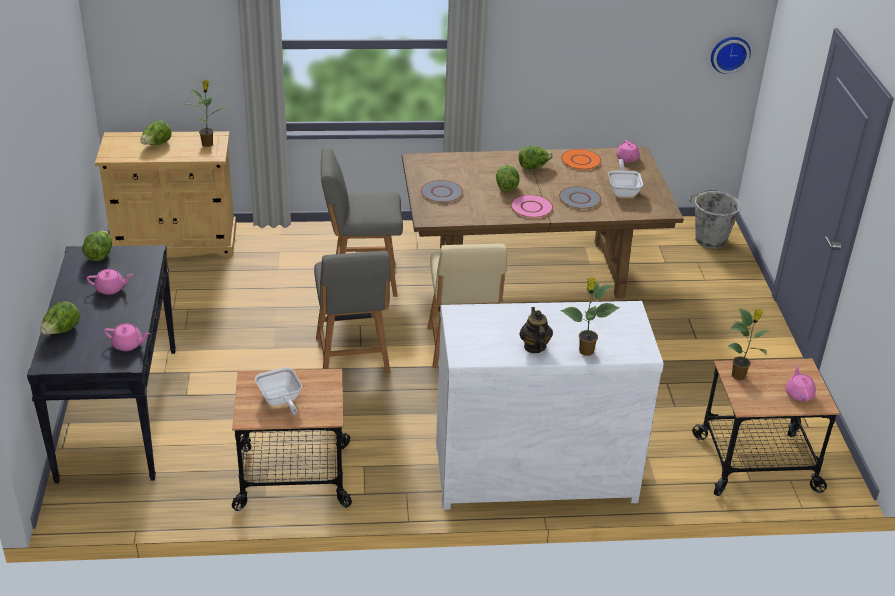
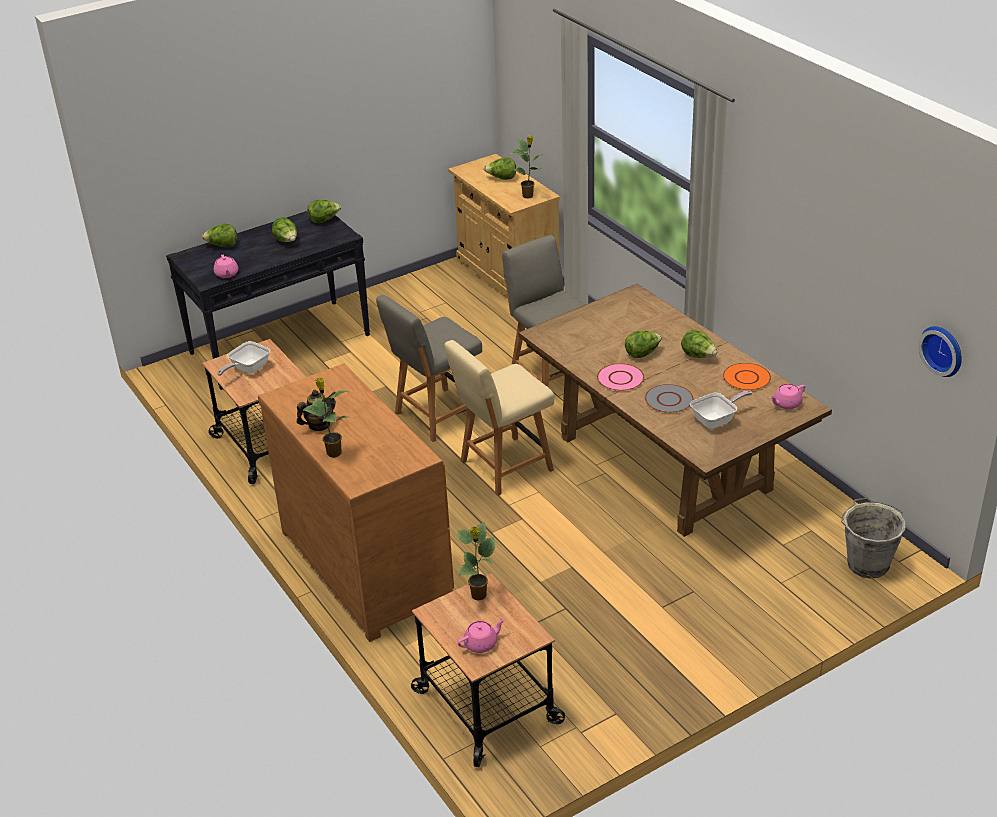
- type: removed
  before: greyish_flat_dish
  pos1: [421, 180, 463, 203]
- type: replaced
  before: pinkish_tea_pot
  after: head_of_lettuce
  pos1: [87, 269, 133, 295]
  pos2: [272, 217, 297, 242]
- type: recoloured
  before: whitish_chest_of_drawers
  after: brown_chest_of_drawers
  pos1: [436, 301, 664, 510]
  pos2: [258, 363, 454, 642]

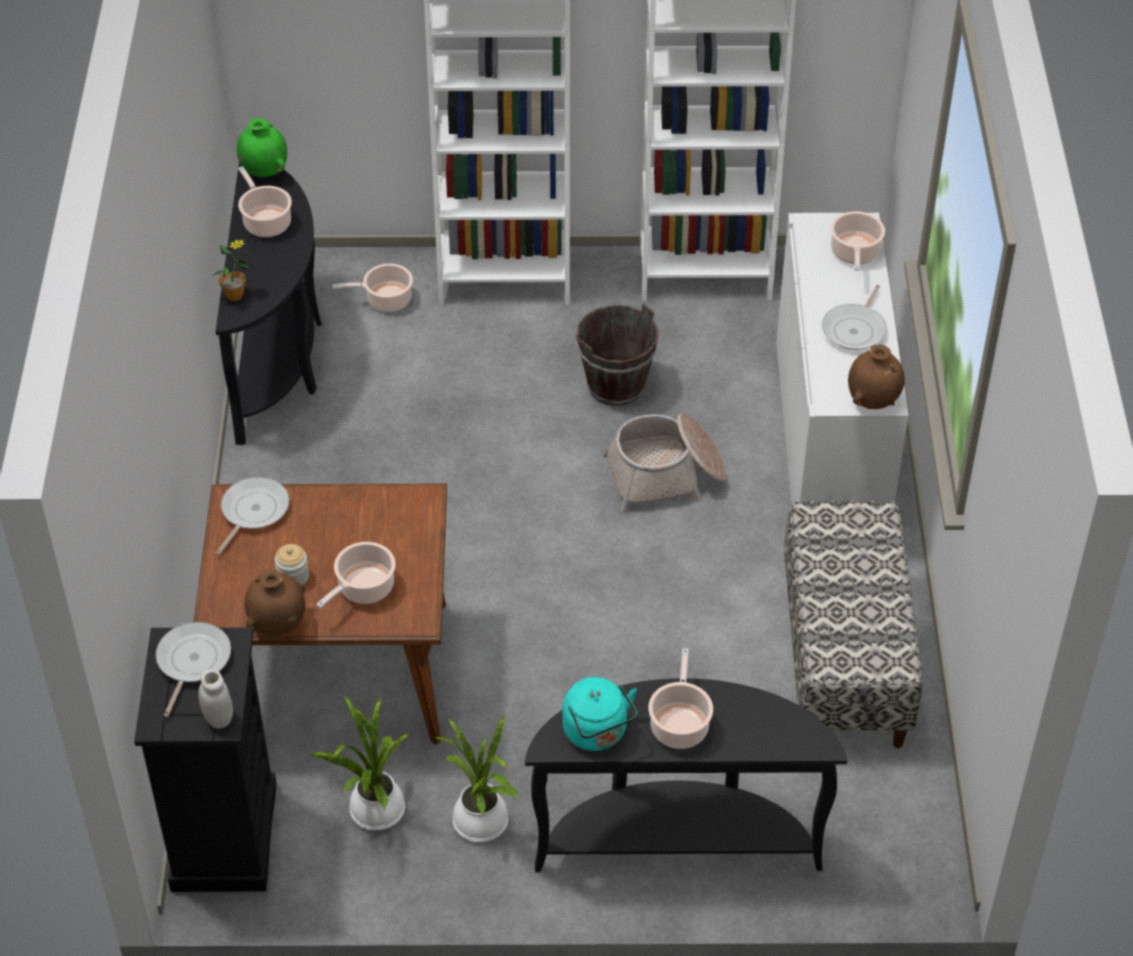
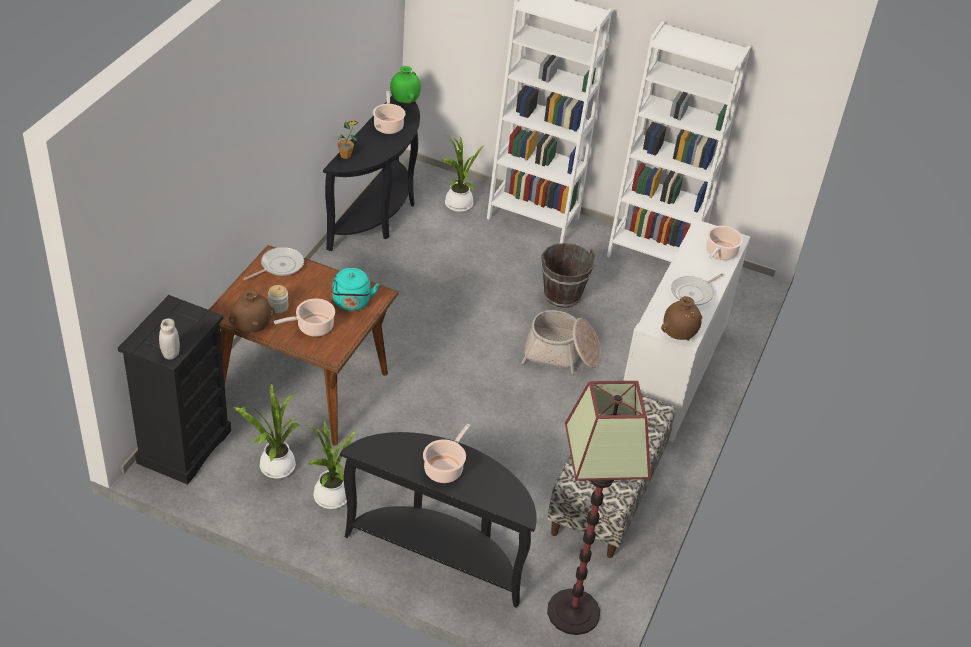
- type: replaced
  before: cooking_pot
  after: plant_in_a_pot
  pos1: [332, 264, 413, 312]
  pos2: [441, 135, 485, 212]
- type: removed
  before: frying_pan
  pos1: [156, 622, 231, 717]
- type: moved
  before: turquoise_water_kettle
  pos1: [562, 677, 637, 751]
  pos2: [332, 268, 379, 311]
- type: added
  after: standard_lamp
  pos2: [547, 381, 651, 635]

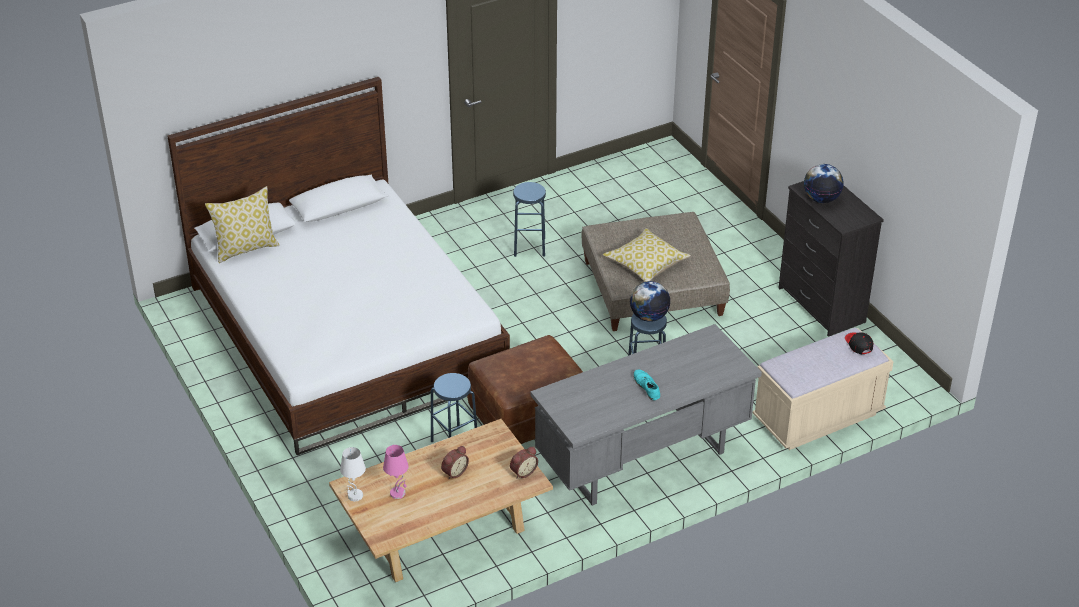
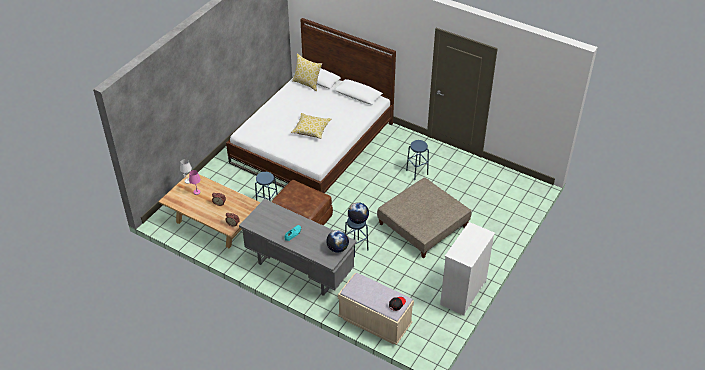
- type: moved
  before: globe
  pos1: [804, 164, 844, 203]
  pos2: [326, 230, 349, 253]
- type: recoloured
  before: black-coloured_chest_of_drawers
  after: whitish_chest_of_drawers
  pos1: [779, 181, 884, 337]
  pos2: [440, 222, 495, 316]
- type: moved
  before: cushion
  pos1: [603, 228, 691, 282]
  pos2: [291, 113, 331, 139]

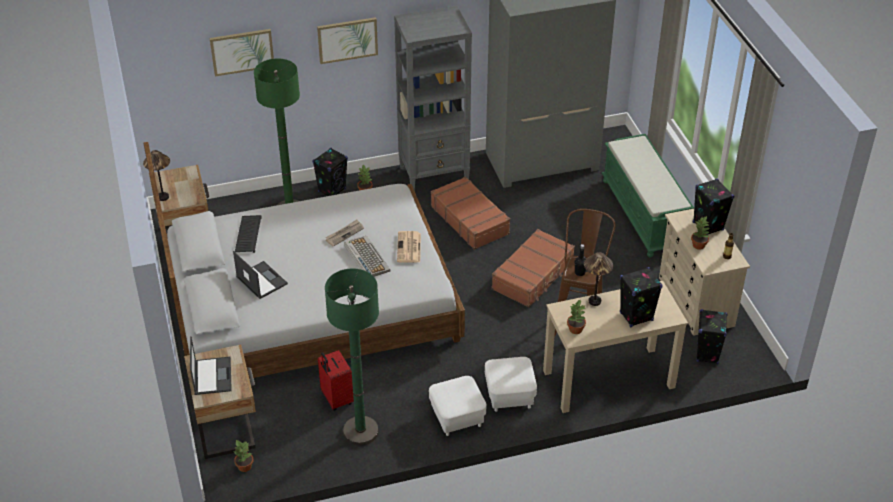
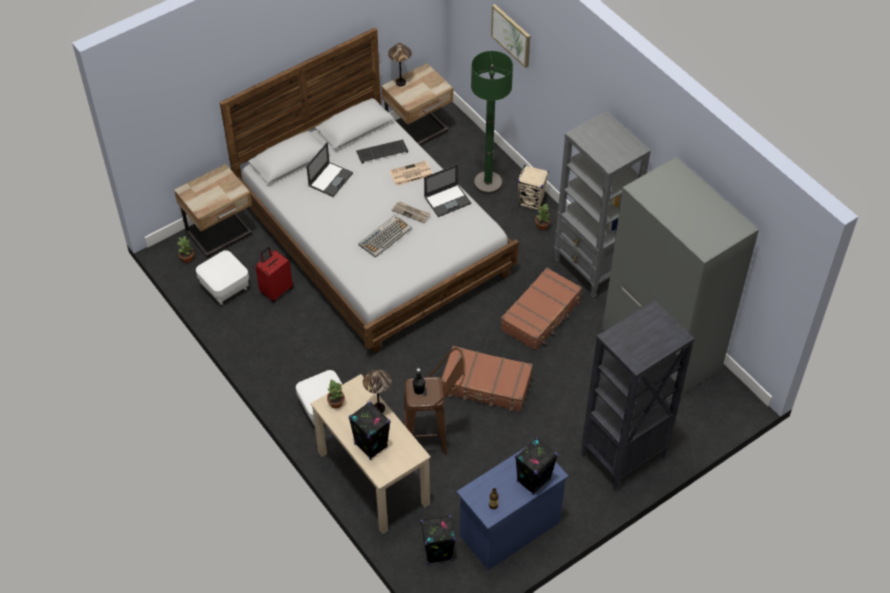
- type: removed
  before: picture
  pos1: [317, 17, 378, 64]
- type: replaced
  before: green-coloured_indoor_bench
  after: black-coloured_shelving_unit
  pos1: [602, 134, 694, 257]
  pos2: [581, 300, 694, 491]
- type: recoloured
  before: black-coloured_audio_speaker
  after: beige-coloured_audio_speaker
  pos1: [313, 148, 348, 196]
  pos2: [518, 165, 549, 211]
- type: recoloured
  before: beige-coloured_chest_of_drawers
  after: blue_chest_of_drawers
  pos1: [659, 209, 750, 336]
  pos2: [457, 447, 569, 570]
- type: removed
  before: plant_in_a_pot
  pos1: [691, 216, 710, 250]
- type: moved
  before: daily_paper
  pos1: [397, 231, 421, 263]
  pos2: [389, 161, 433, 186]
- type: removed
  before: green-coloured_standard_lamp
  pos1: [325, 269, 379, 446]
- type: moved
  before: laptop
  pos1: [190, 336, 232, 395]
  pos2: [424, 164, 471, 217]
- type: moved
  before: whitish_ottoman
  pos1: [429, 376, 486, 436]
  pos2: [196, 250, 249, 305]

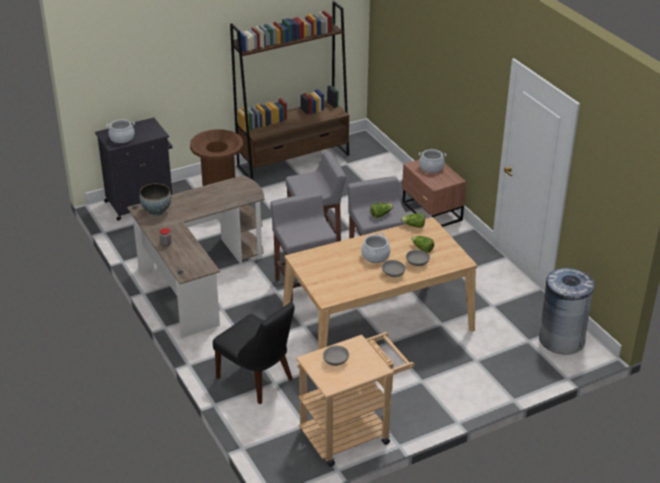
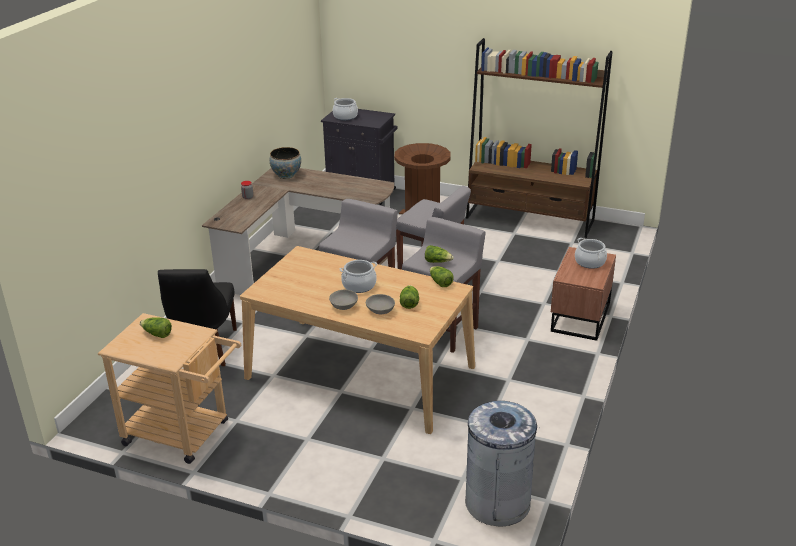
- type: replaced
  before: greyish_deep_dish
  after: head_of_lettuce
  pos1: [323, 346, 349, 366]
  pos2: [140, 317, 172, 338]

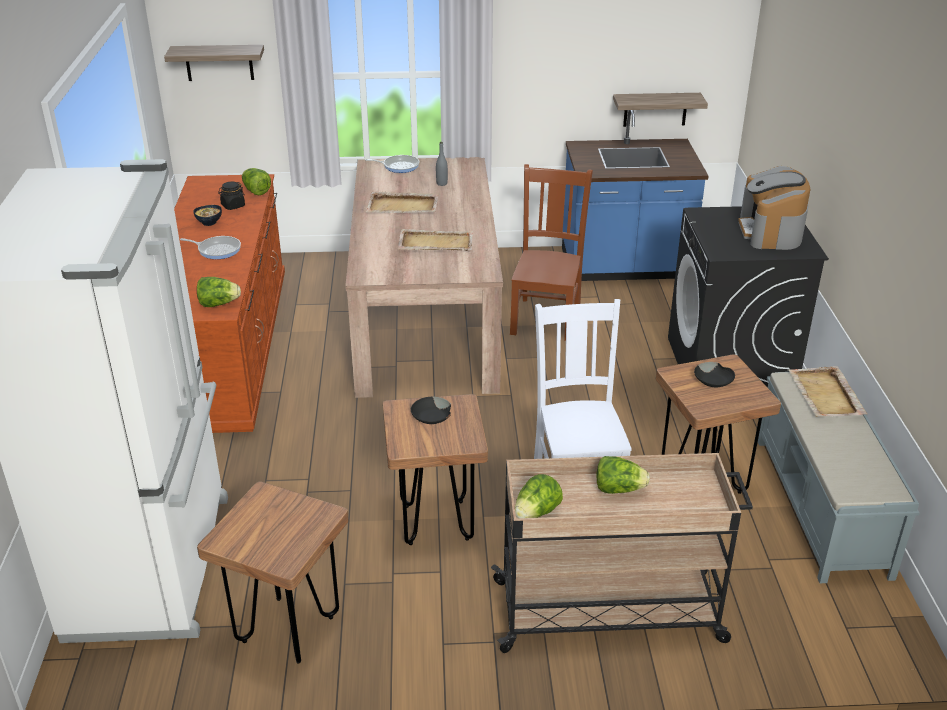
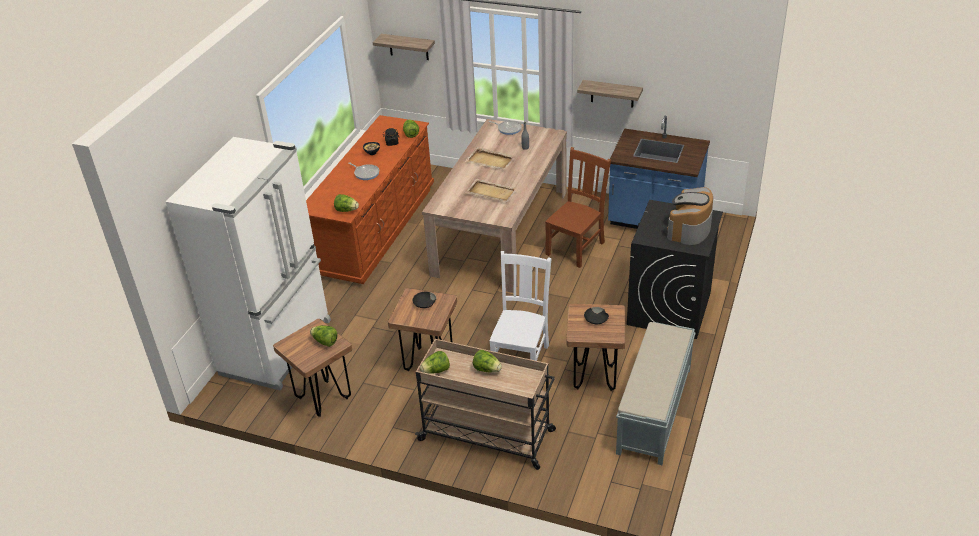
- type: moved
  before: wall_shelf
  pos1: [613, 93, 708, 127]
  pos2: [577, 80, 643, 108]
- type: removed
  before: beige-coloured_carrying_tray
  pos1: [788, 366, 867, 417]
- type: added
  after: head_of_lettuce
  pos2: [310, 325, 338, 347]

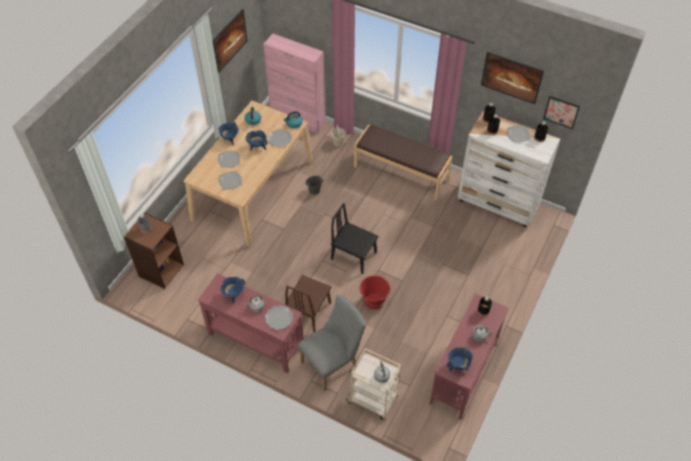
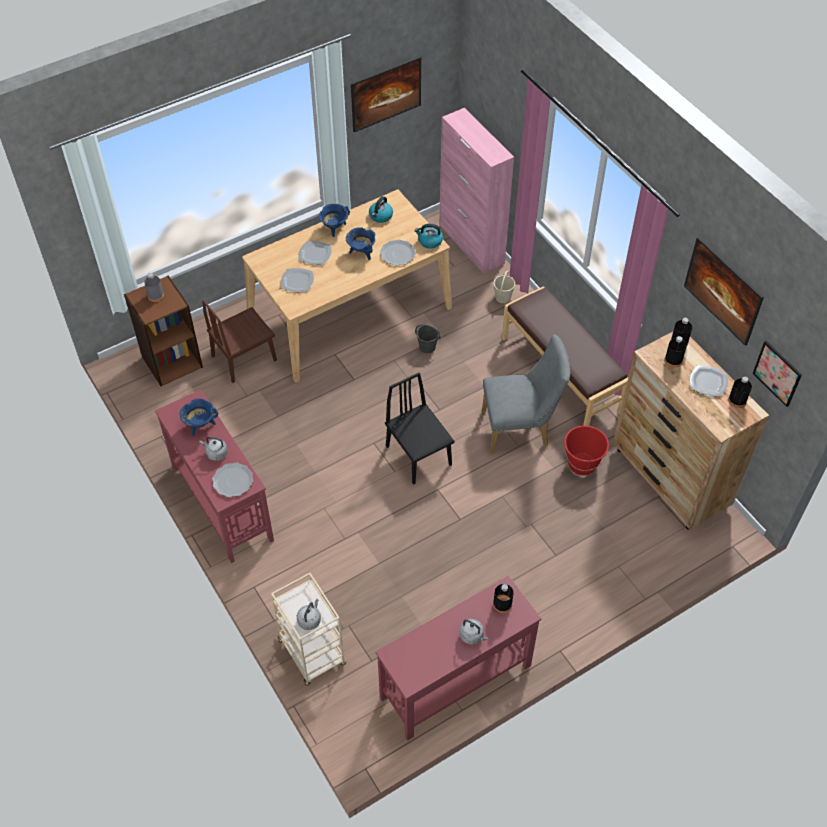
- type: recoloured
  before: whitish_chest_of_drawers
  after: brown_chest_of_drawers
  pos1: [457, 111, 560, 227]
  pos2: [613, 332, 769, 530]
- type: moved
  before: brown_plain_chair
  pos1: [284, 275, 332, 332]
  pos2: [202, 299, 277, 383]
- type: moved
  before: reddish_water_bucket
  pos1: [360, 275, 390, 309]
  pos2: [564, 426, 609, 475]
- type: moved
  before: greyish_plain_chair
  pos1: [298, 295, 366, 391]
  pos2: [482, 334, 571, 454]
- type: removed
  before: blue_cooking_pot
  pos1: [446, 347, 473, 371]

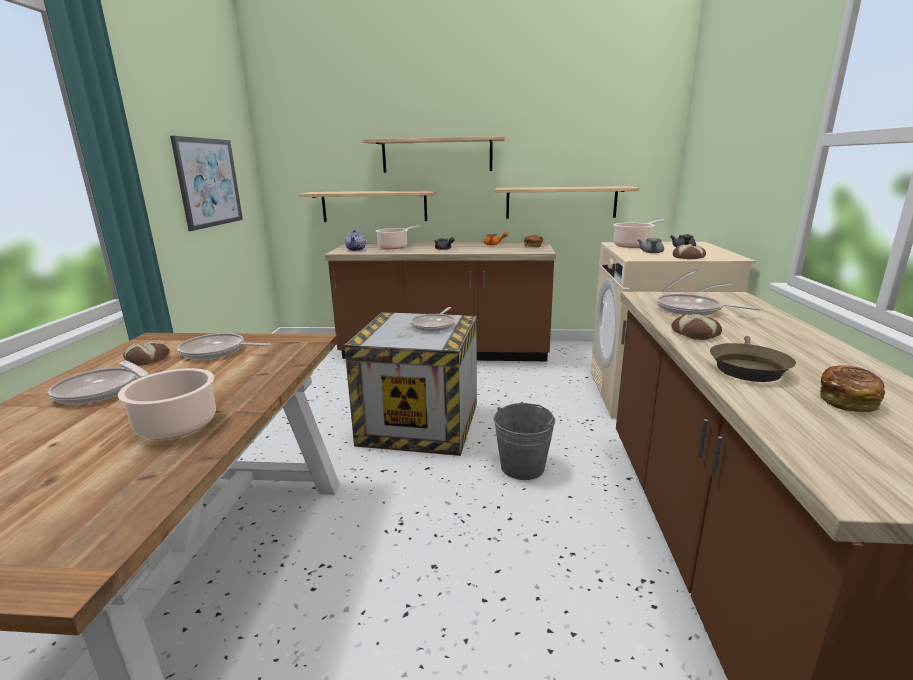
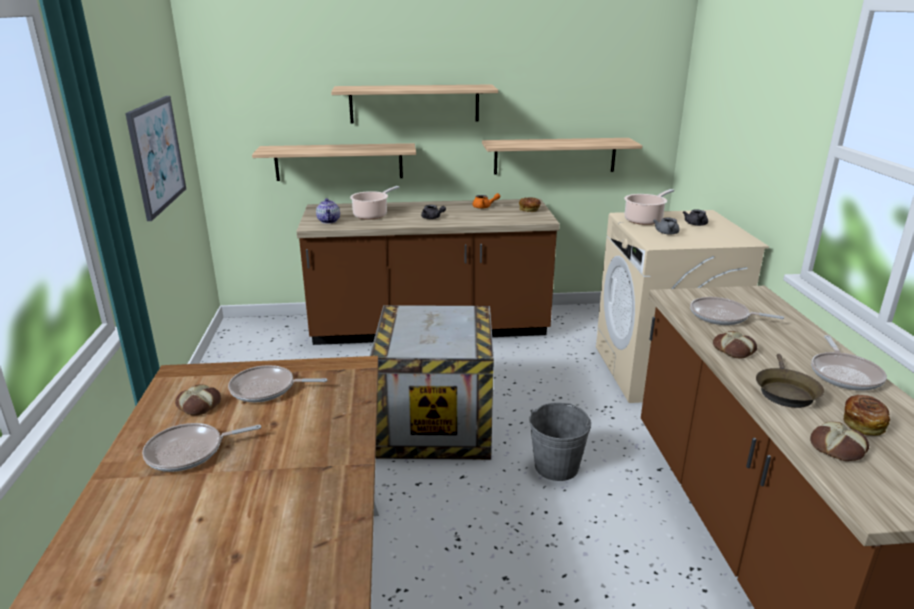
- type: moved
  before: bakery_bread
  pos1: [673, 244, 706, 259]
  pos2: [810, 422, 869, 461]
- type: moved
  before: frying_pan
  pos1: [411, 307, 455, 332]
  pos2: [811, 335, 887, 391]
- type: removed
  before: cooking_pot
  pos1: [118, 361, 216, 440]

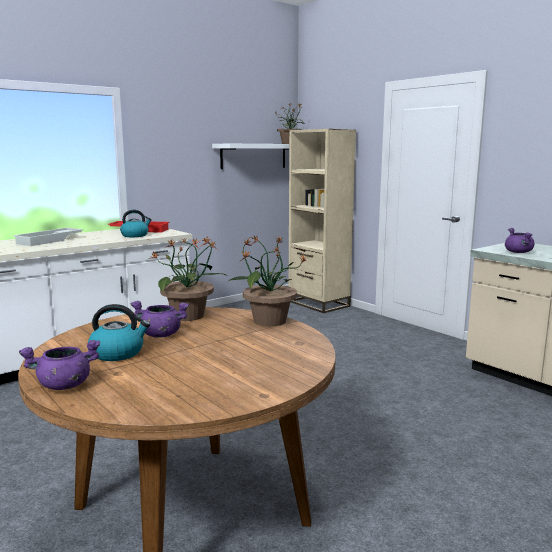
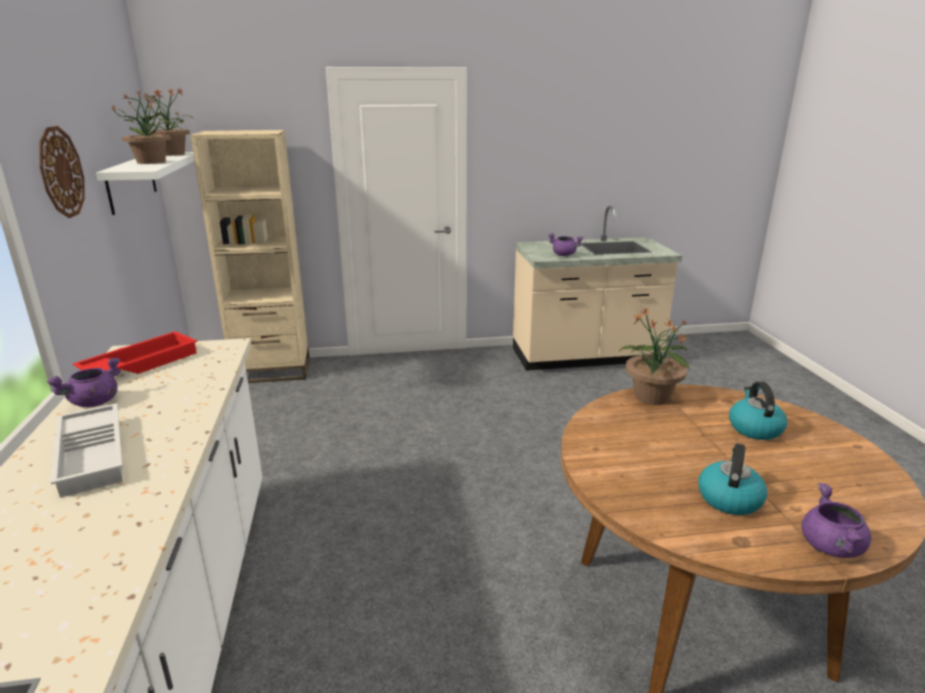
- type: moved
  before: water_kettle
  pos1: [120, 210, 152, 237]
  pos2: [729, 382, 787, 440]
- type: moved
  before: plant_in_a_pot
  pos1: [151, 237, 227, 321]
  pos2: [109, 89, 173, 164]
- type: moved
  before: purple-coloured_cooking_pot
  pos1: [131, 301, 189, 338]
  pos2: [47, 358, 120, 407]
- type: added
  after: wall_clock
  pos2: [39, 126, 85, 218]

